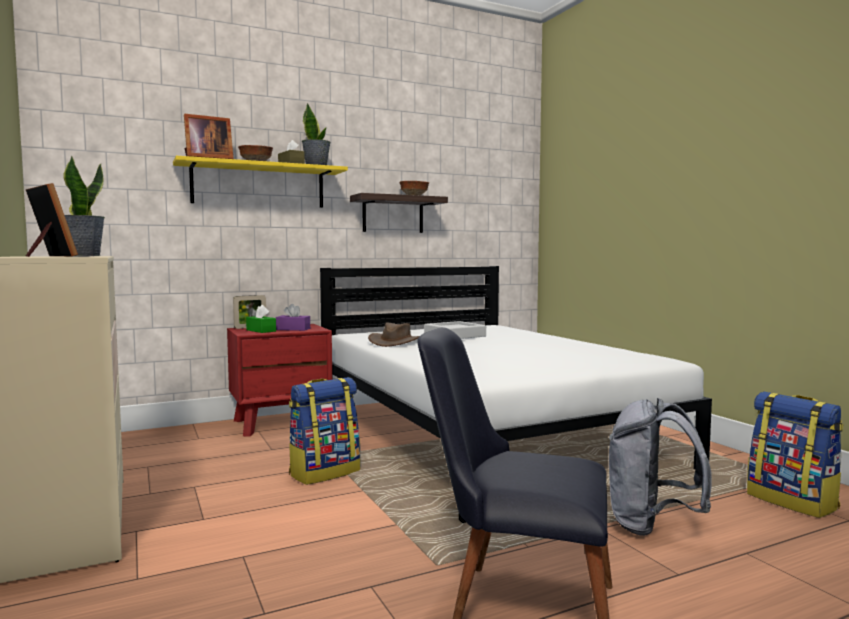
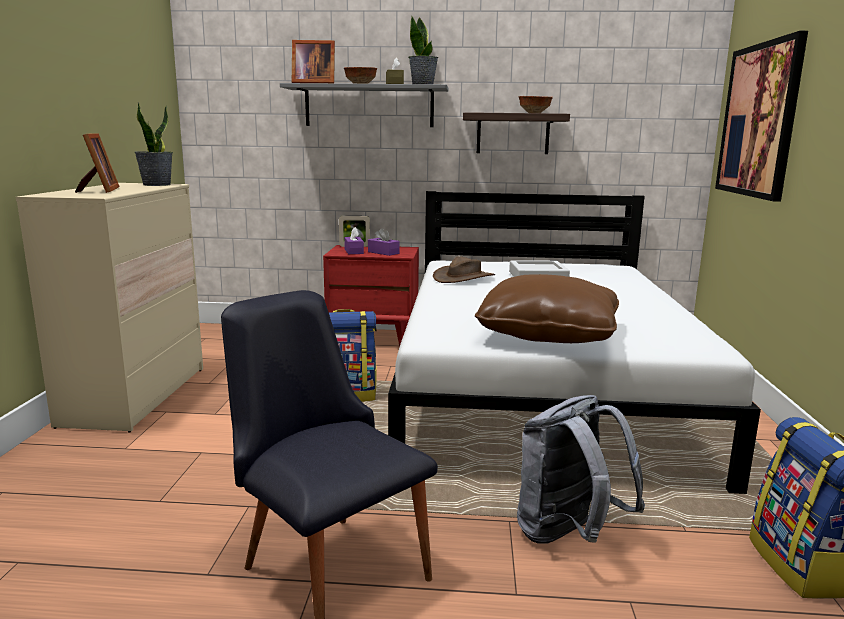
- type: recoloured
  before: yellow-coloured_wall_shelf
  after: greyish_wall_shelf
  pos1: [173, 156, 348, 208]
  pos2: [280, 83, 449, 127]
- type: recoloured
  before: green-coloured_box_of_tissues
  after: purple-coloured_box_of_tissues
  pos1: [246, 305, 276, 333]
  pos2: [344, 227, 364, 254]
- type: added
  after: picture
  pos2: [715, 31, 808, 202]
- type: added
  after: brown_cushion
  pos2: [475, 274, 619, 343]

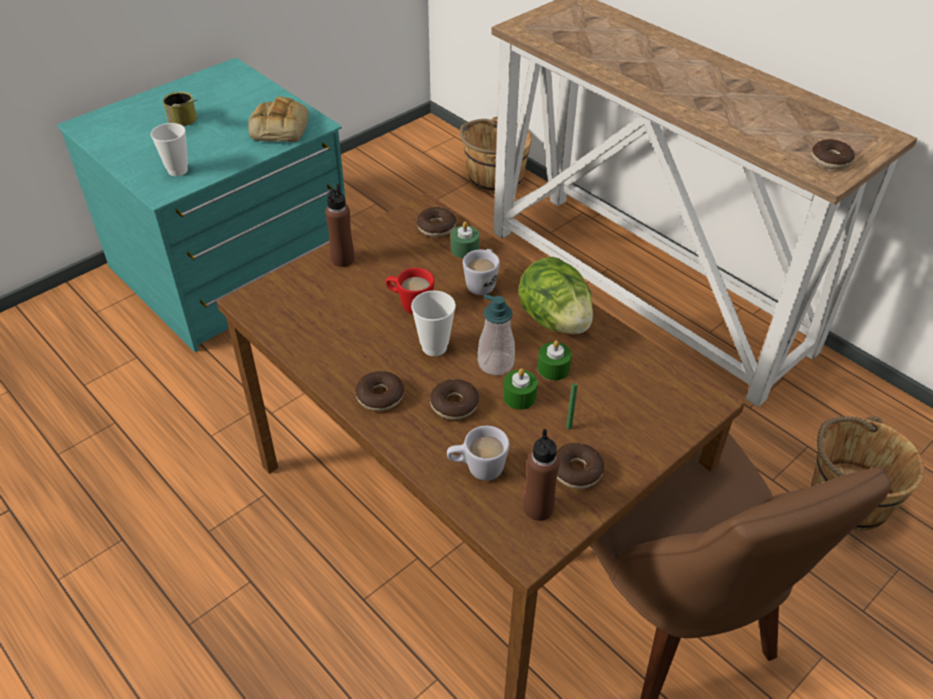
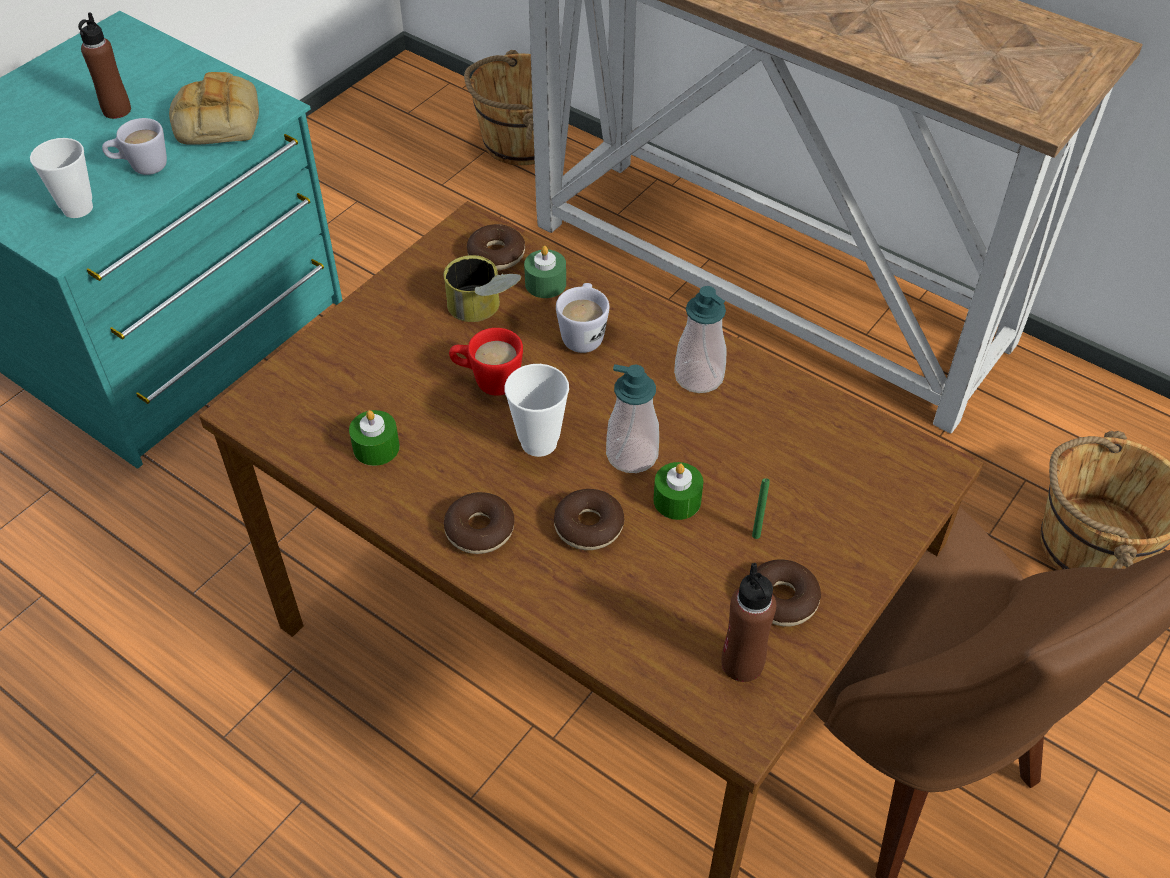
- type: moved
  before: metal_can
  pos1: [163, 92, 197, 126]
  pos2: [443, 255, 521, 322]
- type: removed
  before: donut
  pos1: [811, 139, 855, 169]
- type: moved
  before: brown_beverage_bottle
  pos1: [325, 184, 355, 267]
  pos2: [78, 12, 131, 119]
- type: replaced
  before: head_of_lettuce
  after: liquid_soap_bottle
  pos1: [518, 257, 593, 334]
  pos2: [674, 286, 727, 393]
- type: moved
  before: green-coloured_wax_light
  pos1: [537, 340, 572, 380]
  pos2: [349, 410, 400, 466]
- type: moved
  before: whitish_tea_mug
  pos1: [447, 426, 509, 481]
  pos2: [102, 118, 167, 175]

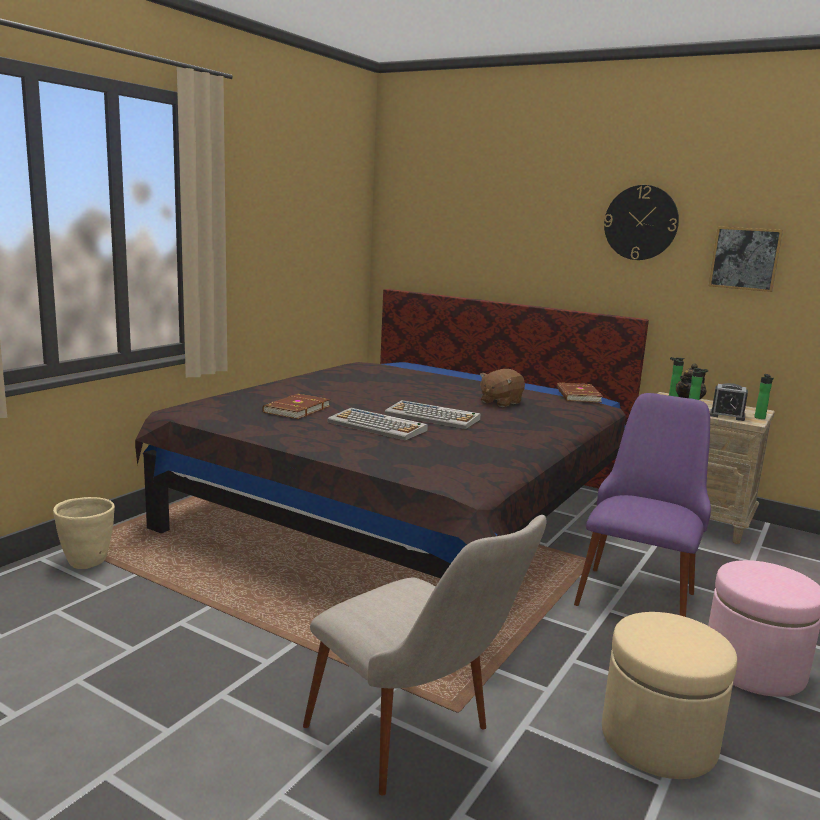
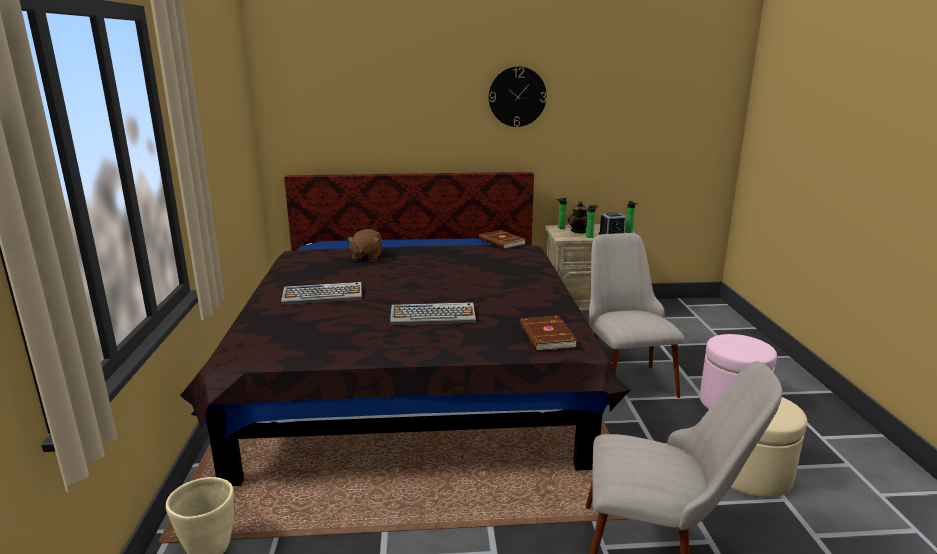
- type: removed
  before: picture
  pos1: [709, 226, 783, 292]
- type: moved
  before: brown_plush_toy
  pos1: [480, 369, 525, 407]
  pos2: [347, 229, 382, 261]
- type: recoloured
  before: purple-coloured_plain_chair
  after: beige-coloured_plain_chair
  pos1: [574, 393, 711, 617]
  pos2: [589, 233, 685, 405]
- type: moved
  before: brown_bound_book
  pos1: [262, 394, 330, 419]
  pos2: [519, 316, 578, 351]
- type: moved
  before: keyboard
  pos1: [385, 400, 481, 429]
  pos2: [281, 282, 362, 305]

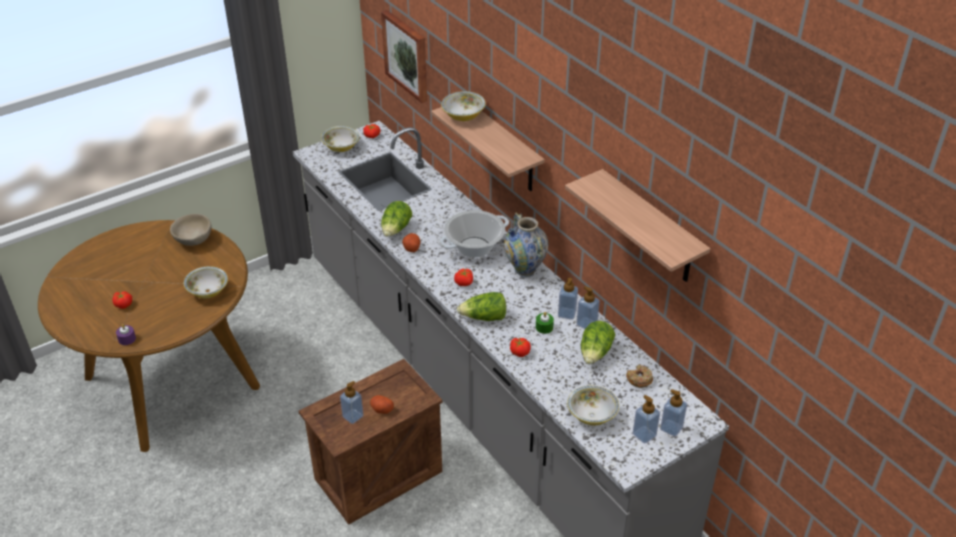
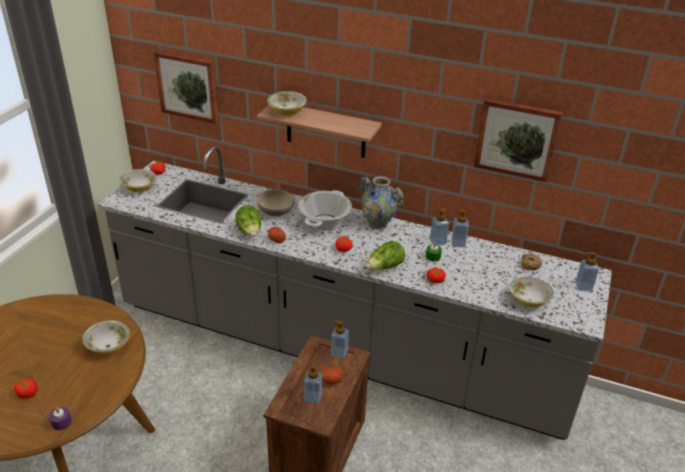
- type: replaced
  before: wall_shelf
  after: picture
  pos1: [565, 169, 710, 282]
  pos2: [474, 98, 563, 182]
- type: moved
  before: beige-coloured_deep_dish
  pos1: [170, 214, 212, 246]
  pos2: [257, 189, 295, 216]
- type: removed
  before: head_of_lettuce
  pos1: [581, 321, 615, 364]
- type: moved
  before: liquid_soap_bottle
  pos1: [633, 395, 660, 443]
  pos2: [331, 321, 349, 358]

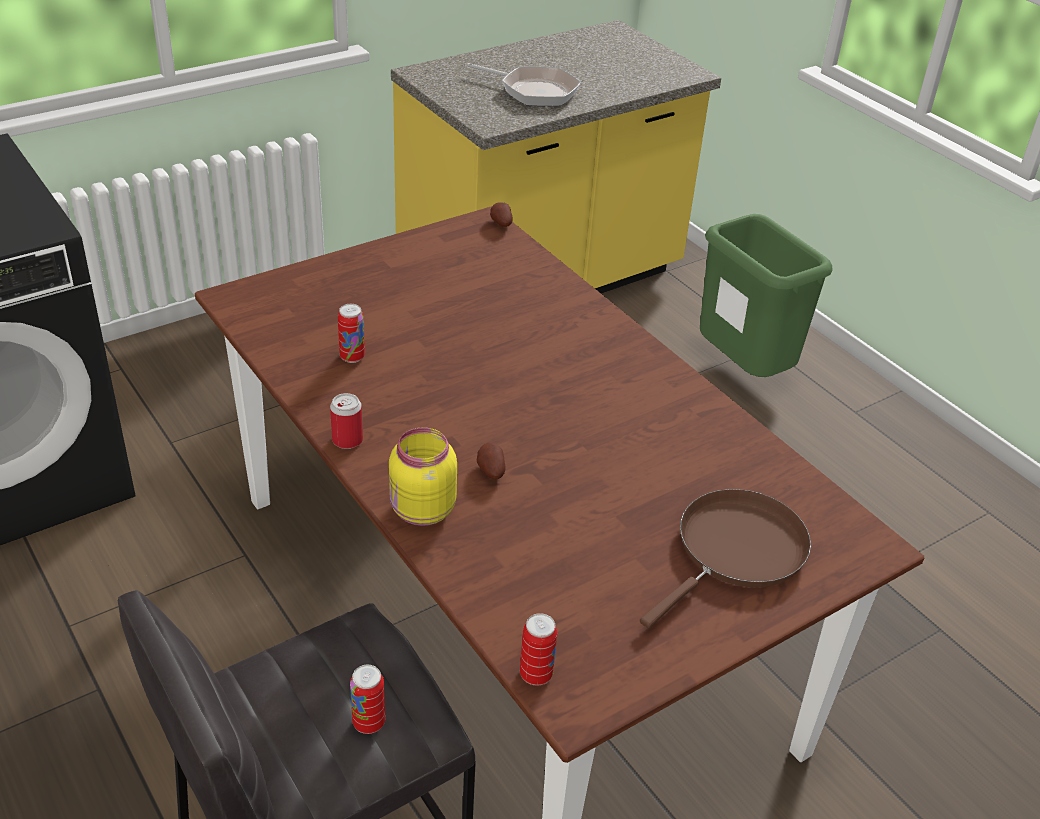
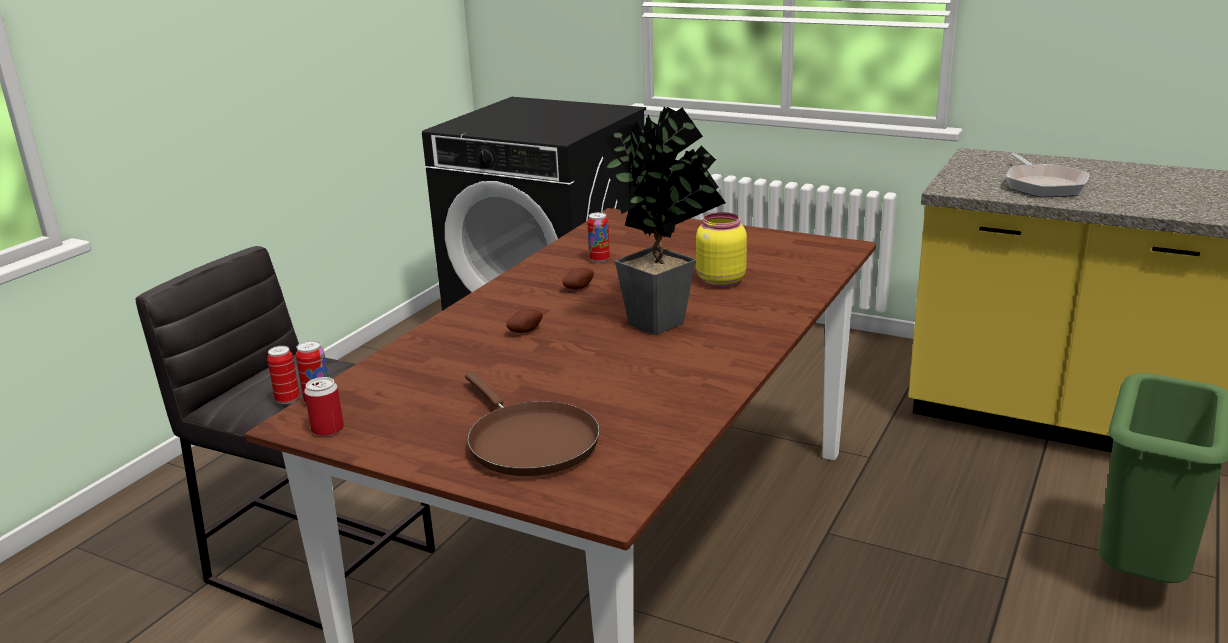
- type: moved
  before: spud
  pos1: [490, 202, 513, 227]
  pos2: [562, 268, 594, 290]
- type: moved
  before: metal_can
  pos1: [330, 393, 363, 449]
  pos2: [304, 377, 344, 436]
- type: moved
  before: yellow-coloured_jar
  pos1: [389, 427, 457, 526]
  pos2: [696, 212, 747, 287]
- type: turned
  before: brown_frying_pan
  pos1: [640, 489, 811, 628]
  pos2: [465, 372, 600, 476]
  turn: 45
- type: added
  after: plant_in_a_pot
  pos2: [599, 107, 726, 335]

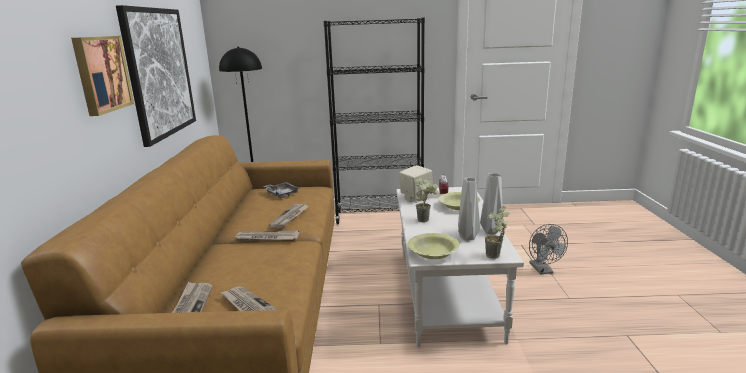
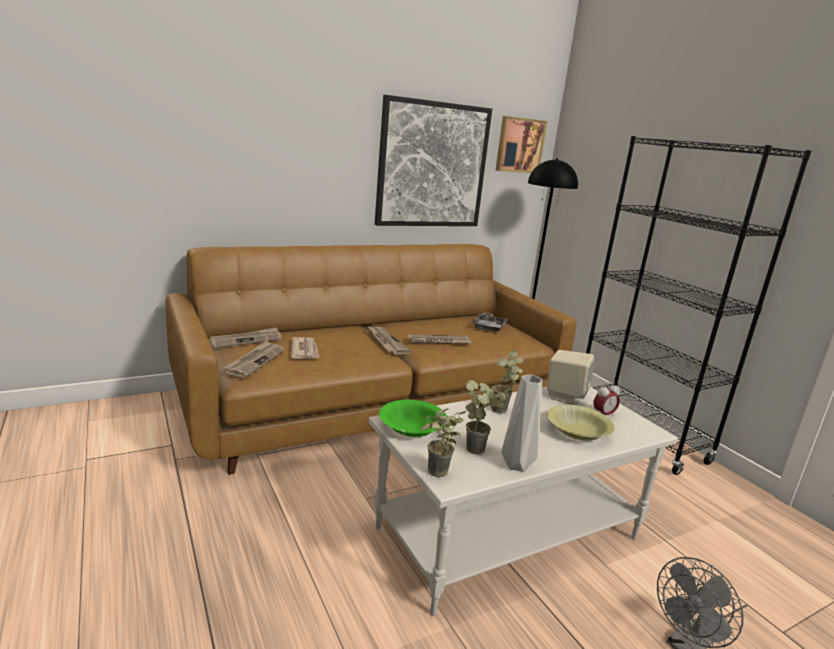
- type: moved
  before: picture
  pos1: [71, 36, 134, 116]
  pos2: [496, 116, 547, 173]
- type: replaced
  before: greyish_vase
  after: plant_in_a_pot
  pos1: [458, 178, 480, 240]
  pos2: [466, 380, 506, 455]
- type: recoloured
  before: yellow-coloured_deep_dish
  after: green-coloured_deep_dish
  pos1: [408, 233, 460, 259]
  pos2: [379, 400, 447, 437]
- type: added
  after: daily_paper
  pos2: [291, 337, 319, 359]

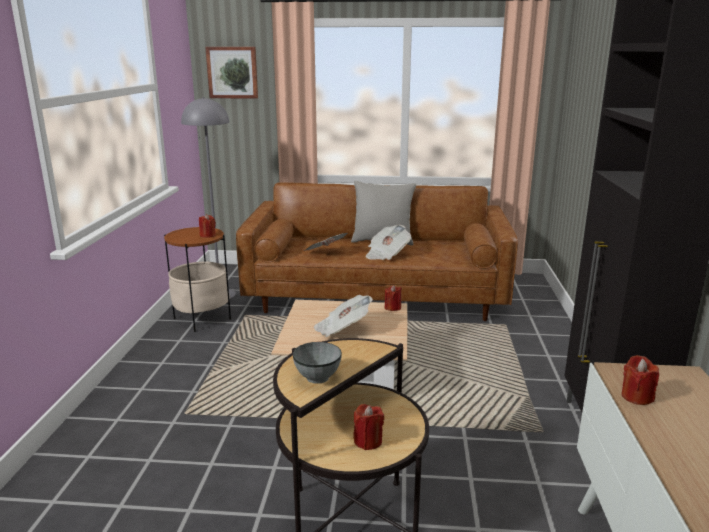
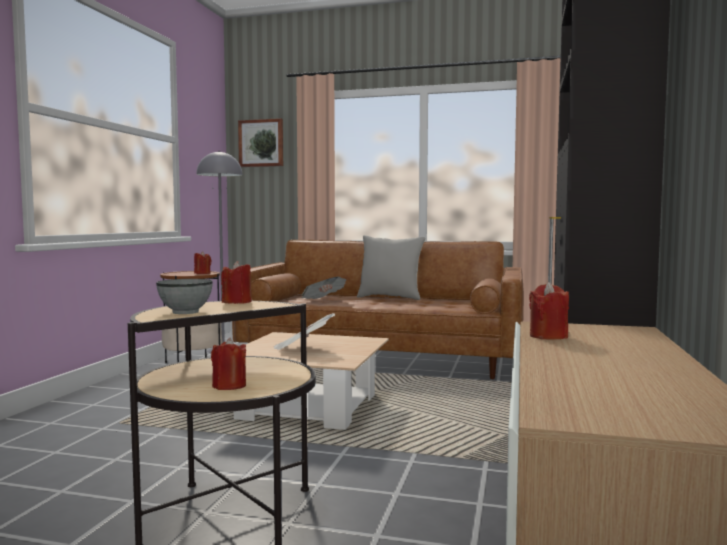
- type: removed
  before: daily_paper
  pos1: [366, 225, 411, 260]
- type: moved
  before: reddish_wax_light
  pos1: [385, 285, 402, 311]
  pos2: [221, 261, 252, 304]

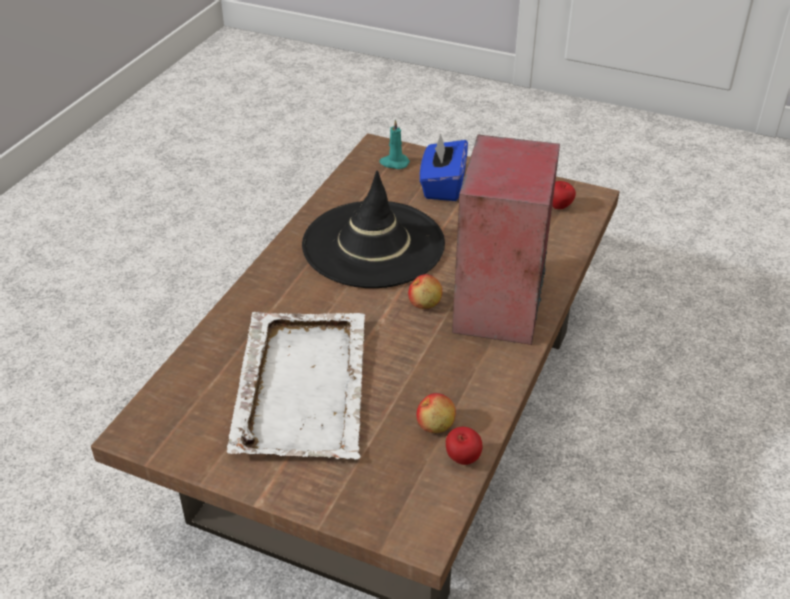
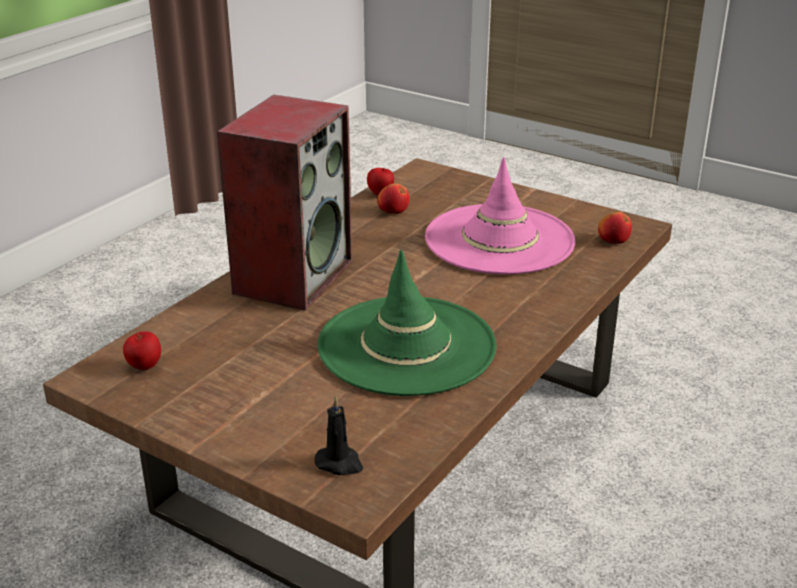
- type: recoloured
  before: turquoise_wax_light
  after: black-coloured_wax_light
  pos1: [379, 119, 410, 169]
  pos2: [315, 396, 363, 475]
- type: removed
  before: blue_box_of_tissues
  pos1: [420, 133, 468, 201]
- type: recoloured
  before: black-coloured_wearable_hat
  after: green-coloured_wearable_hat
  pos1: [302, 170, 445, 288]
  pos2: [318, 250, 497, 396]
- type: moved
  before: whole_apple
  pos1: [408, 274, 442, 309]
  pos2: [598, 212, 632, 244]
- type: replaced
  before: whitish_carrying_tray
  after: pinkish_wearable_hat
  pos1: [227, 311, 365, 460]
  pos2: [425, 157, 576, 274]

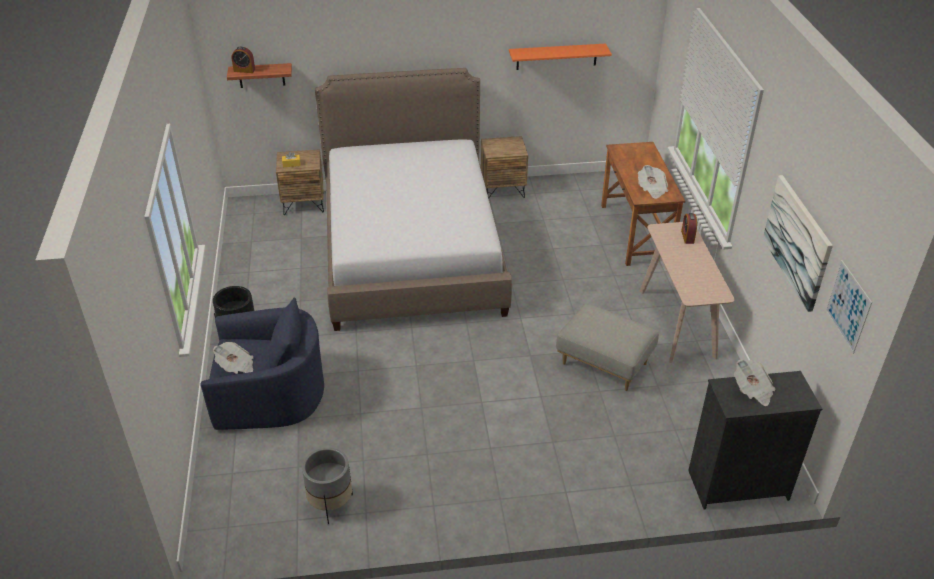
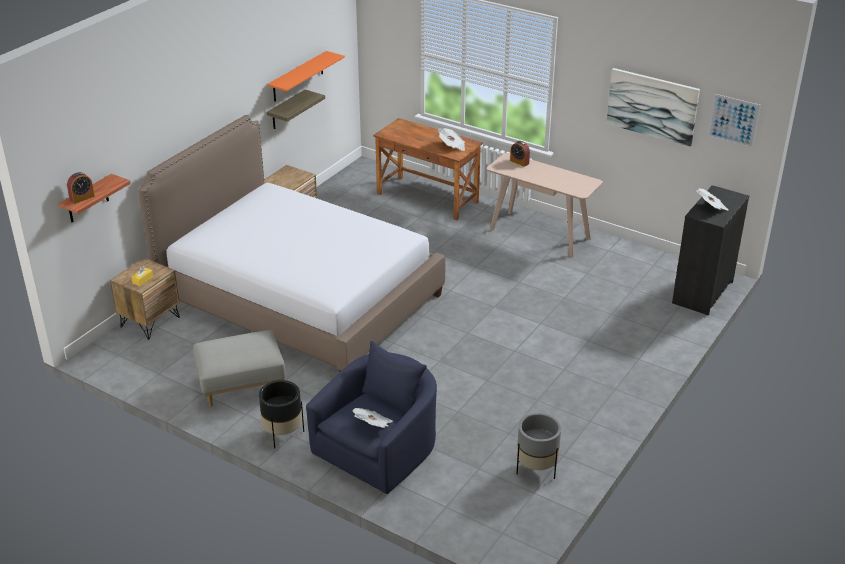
- type: moved
  before: greyish_ottoman
  pos1: [556, 303, 659, 391]
  pos2: [193, 330, 286, 407]
- type: added
  after: wall_shelf
  pos2: [267, 90, 325, 129]

